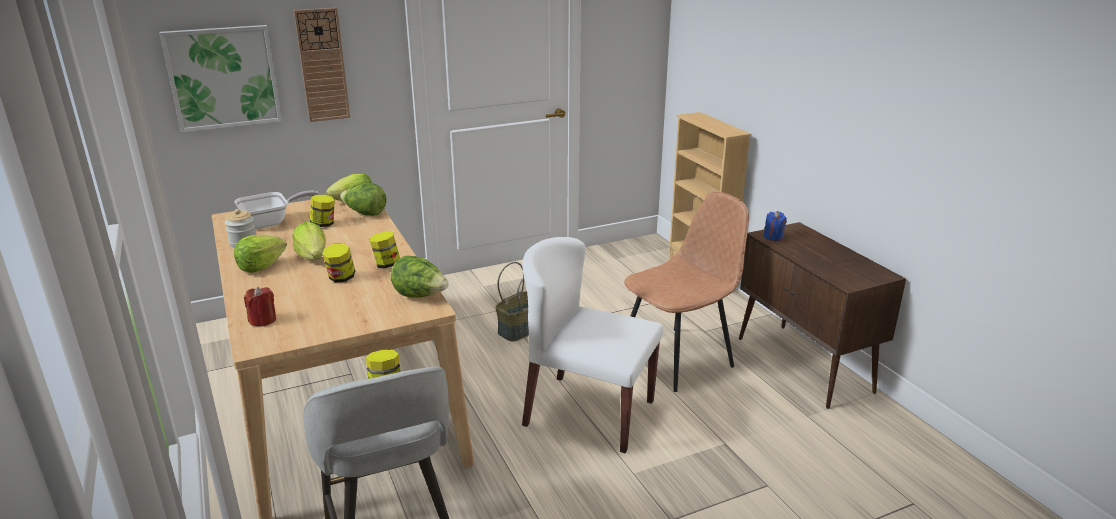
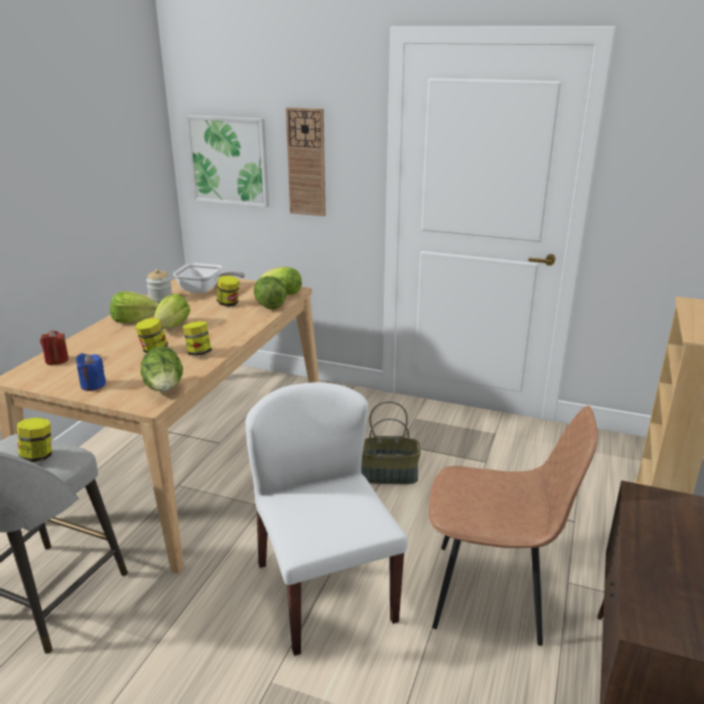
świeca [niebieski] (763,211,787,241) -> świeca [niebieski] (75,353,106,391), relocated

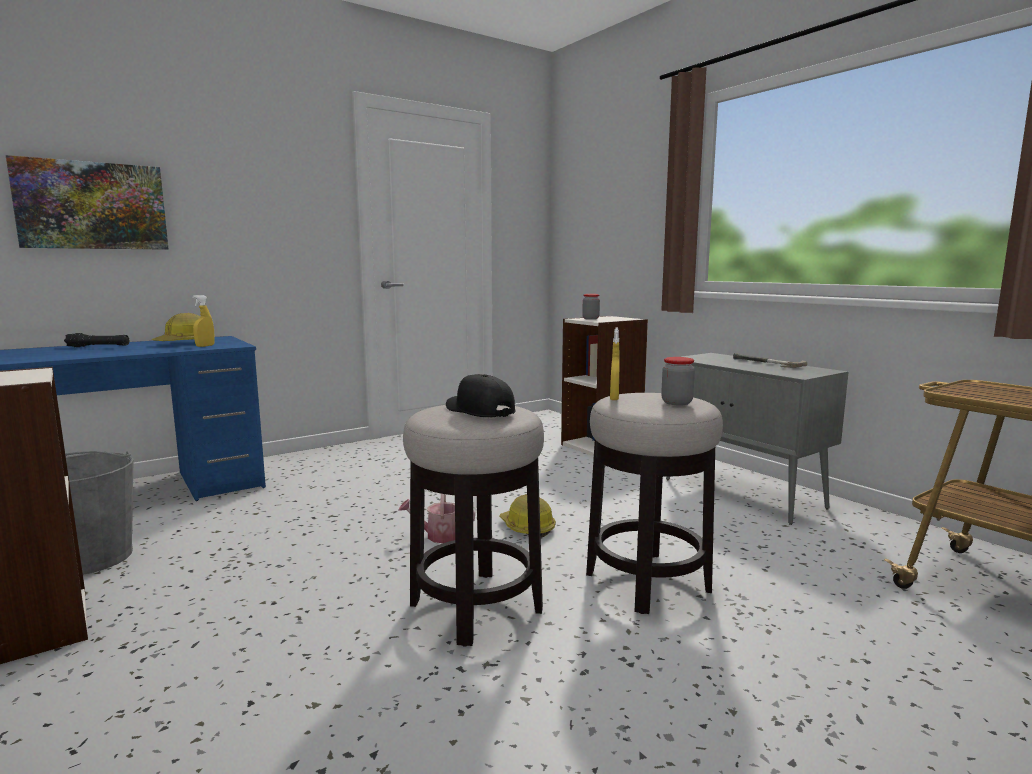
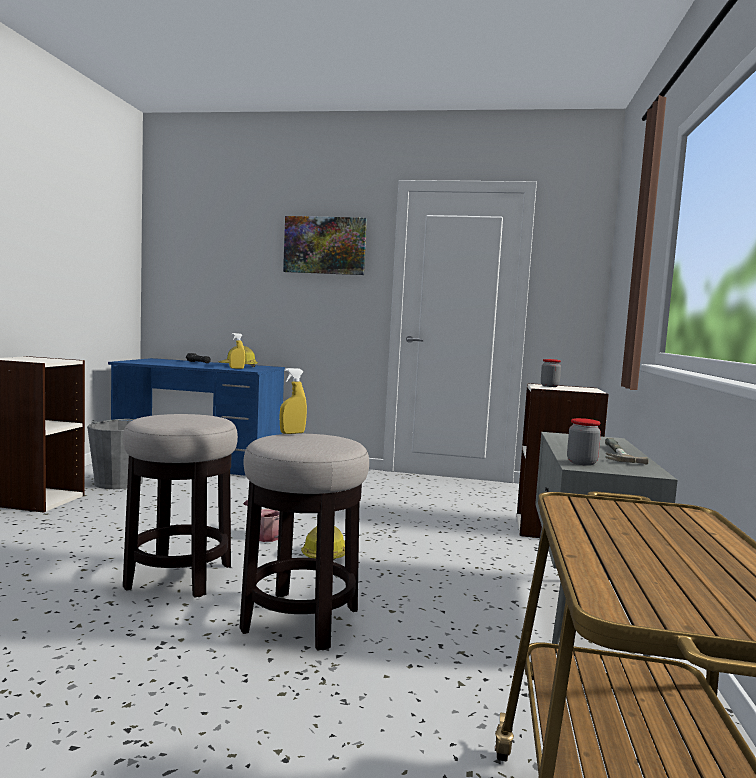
czapka z daszkiem [czarny] (446,374,515,417) -> none
obraz (6,155,168,250) -> obraz (283,216,367,275), relocated
słoik (661,357,695,405) -> słoik (567,418,601,466), relocated

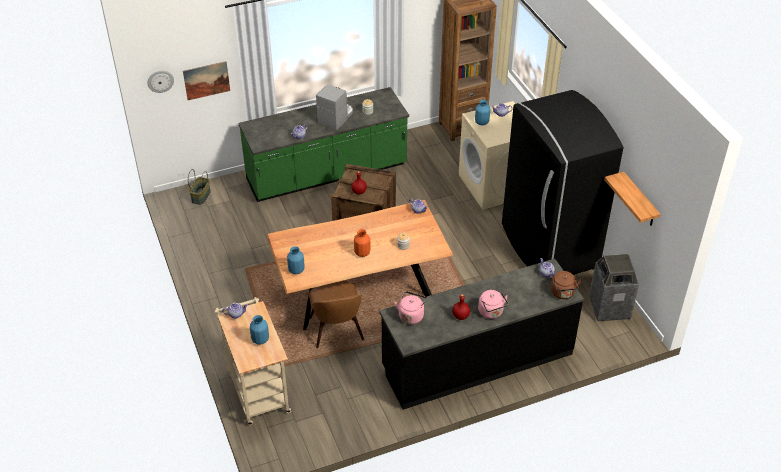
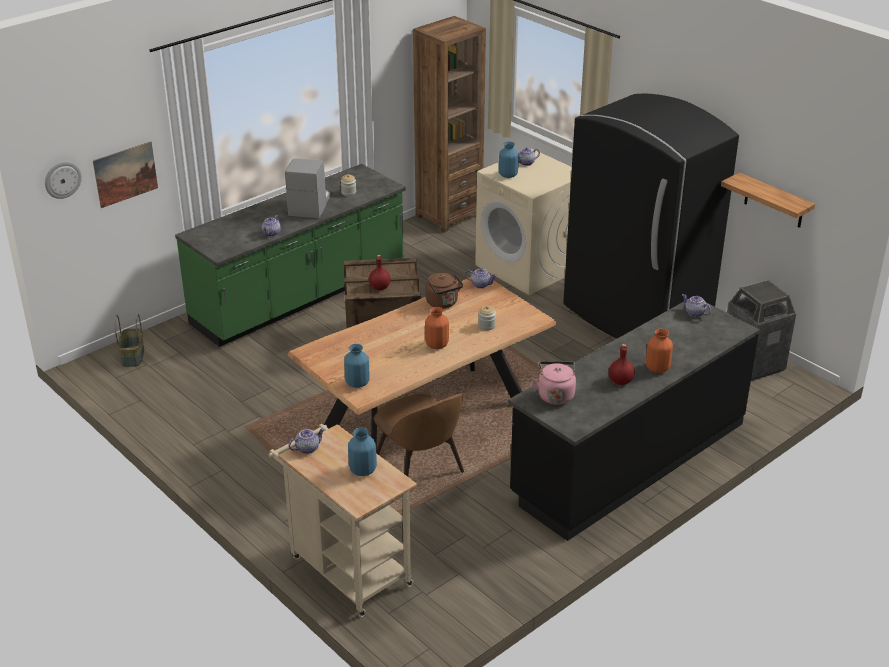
czajnik [brązowy] (551,271,582,299) -> czajnik [brązowy] (425,273,463,308), relocated
czajnik [różowy] (478,290,508,319) -> wazon [pomarańczowy] (646,329,673,373)

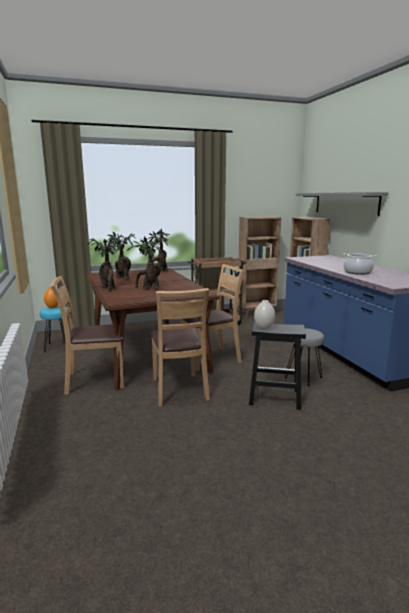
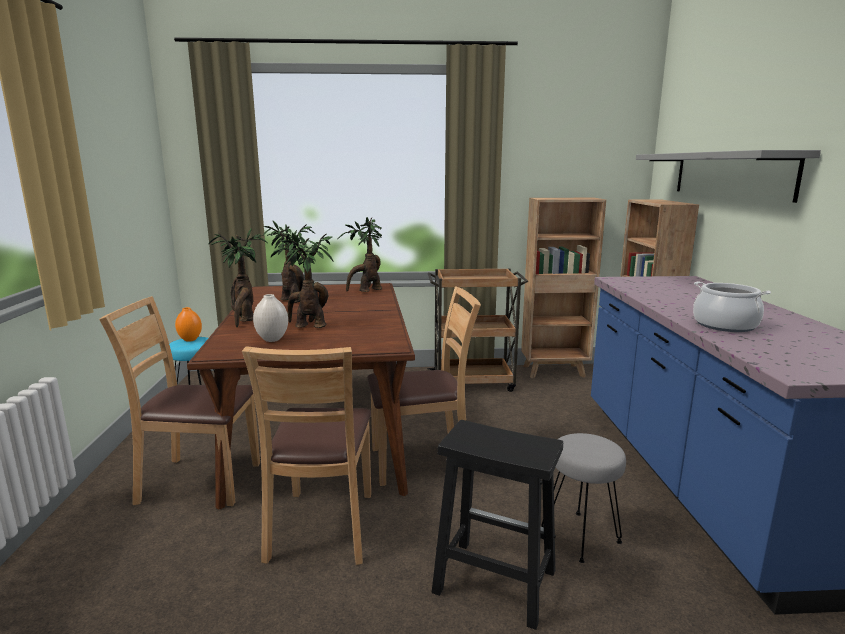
wazon [biały] (254,300,275,329) -> wazon [biały] (253,294,288,342), relocated

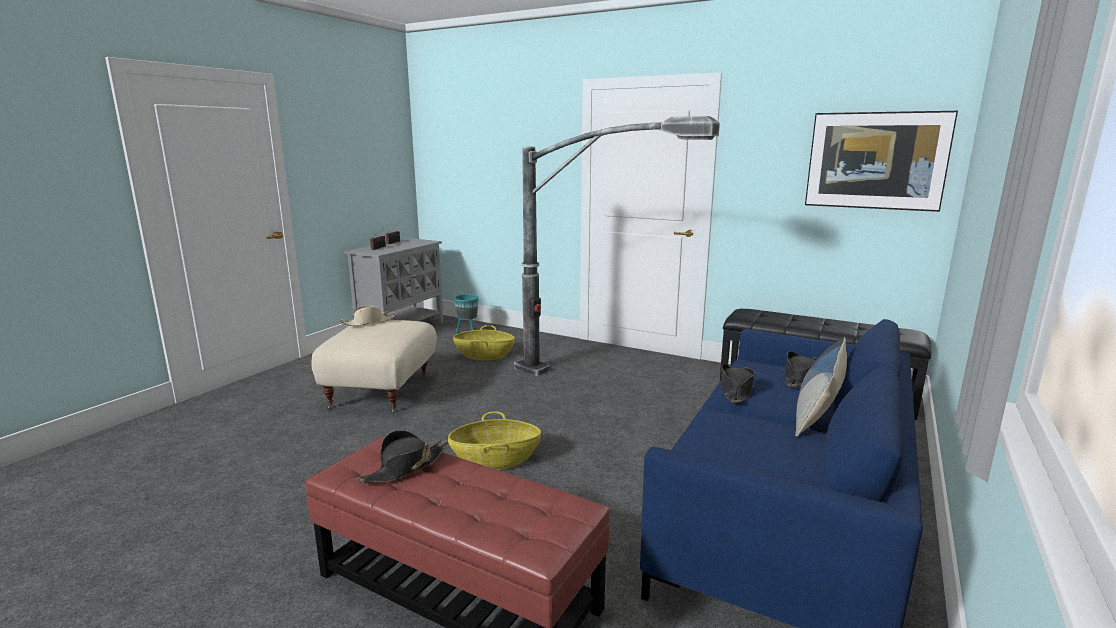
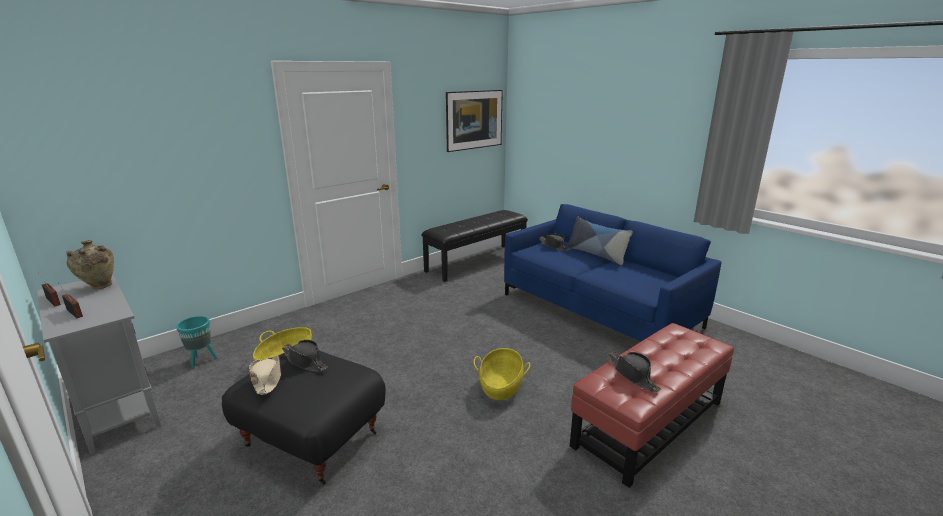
lampa stojąca (514,116,720,376) -> none
none -> wazon [beżowy] (66,240,114,289)
kapelusz [czarny] (721,364,755,403) -> kapelusz [czarny] (282,340,328,372), relocated
pufa [beżowy] (311,320,437,413) -> pufa [czarny] (222,351,386,485)

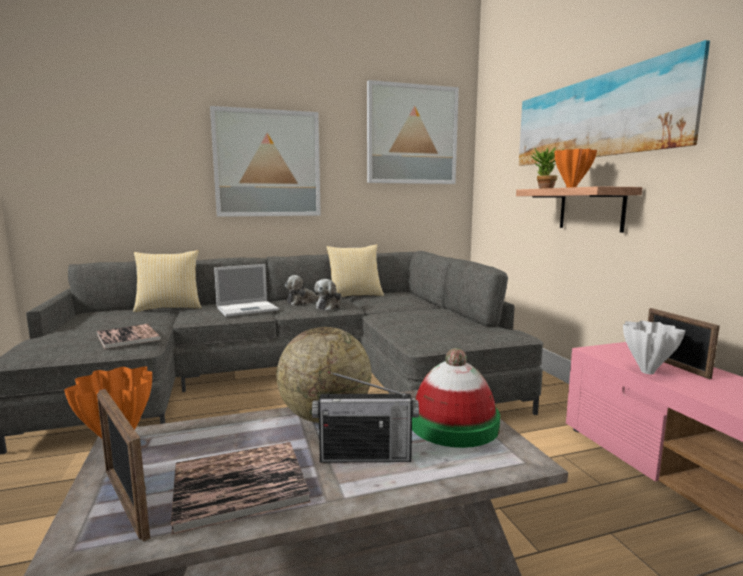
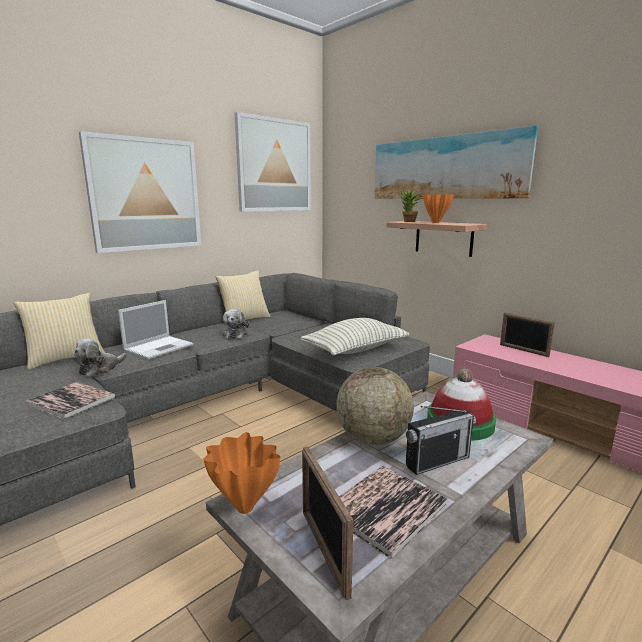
wazon [biały] (623,321,685,374) -> none
none -> poduszka (301,318,409,355)
pluszak (285,275,319,305) -> pluszak (74,339,127,377), relocated
ramka na zdjęcie (97,389,150,542) -> ramka na zdjęcie (302,446,353,600), 45 degrees clockwise

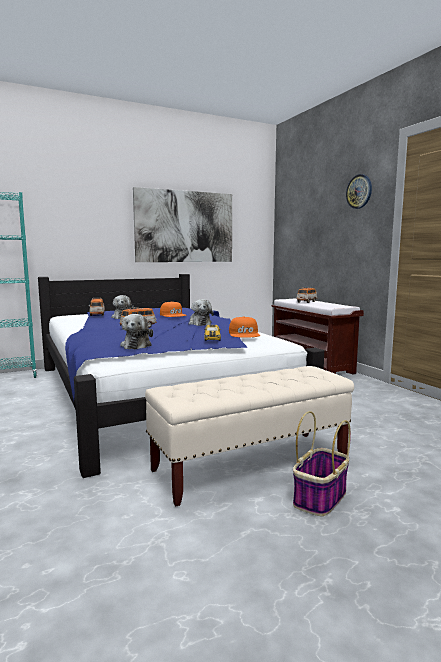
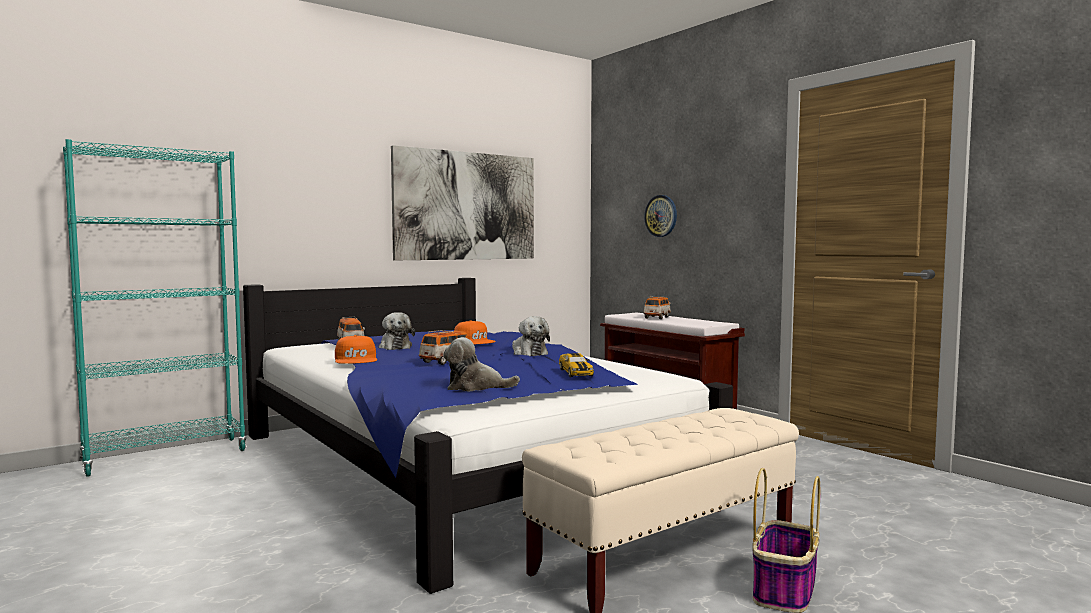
czapka z daszkiem [pomarańczowy] (229,316,260,338) -> czapka z daszkiem [pomarańczowy] (335,335,377,364), relocated
zegar ścienny (346,174,372,209) -> zegar ścienny (644,195,677,237), relocated
pluszak (120,314,153,349) -> pluszak (444,337,520,391), 105 degrees clockwise

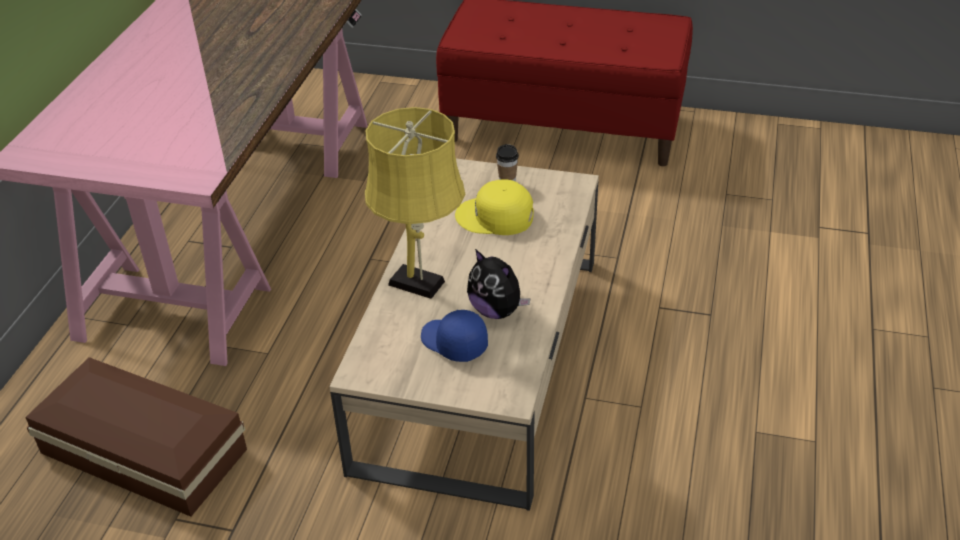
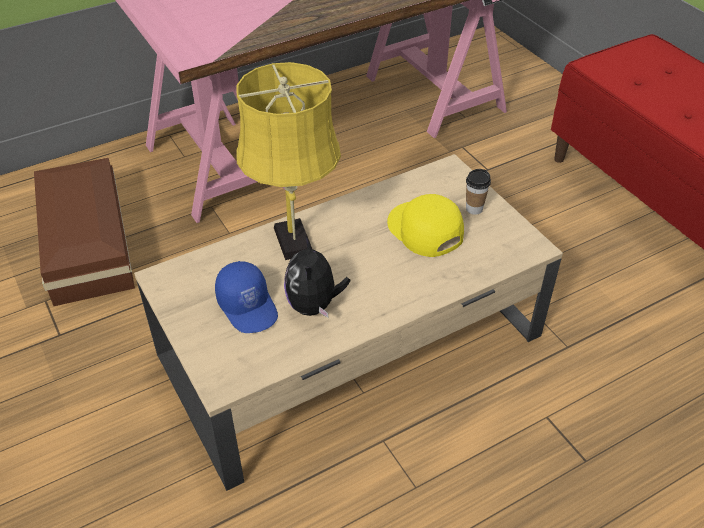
czapka z daszkiem [niebieski] (421,310,488,362) -> czapka z daszkiem [niebieski] (215,261,278,333), 150 degrees clockwise

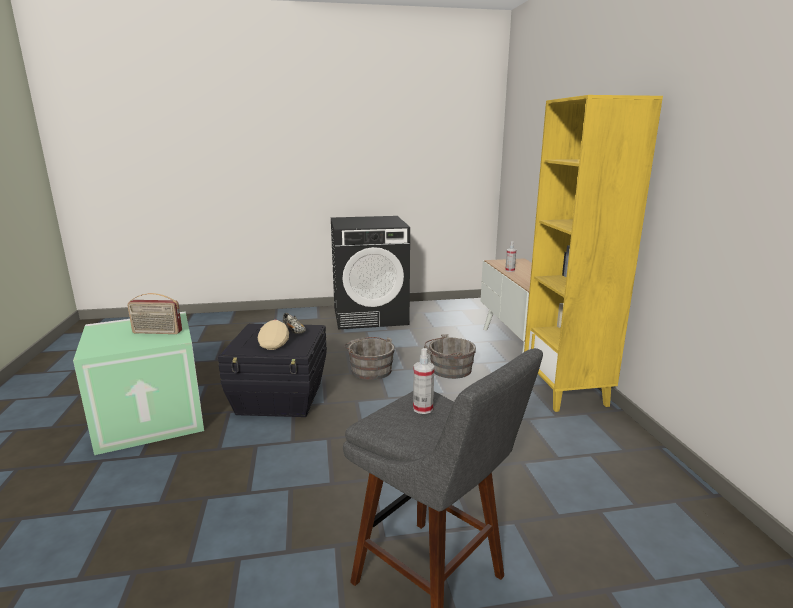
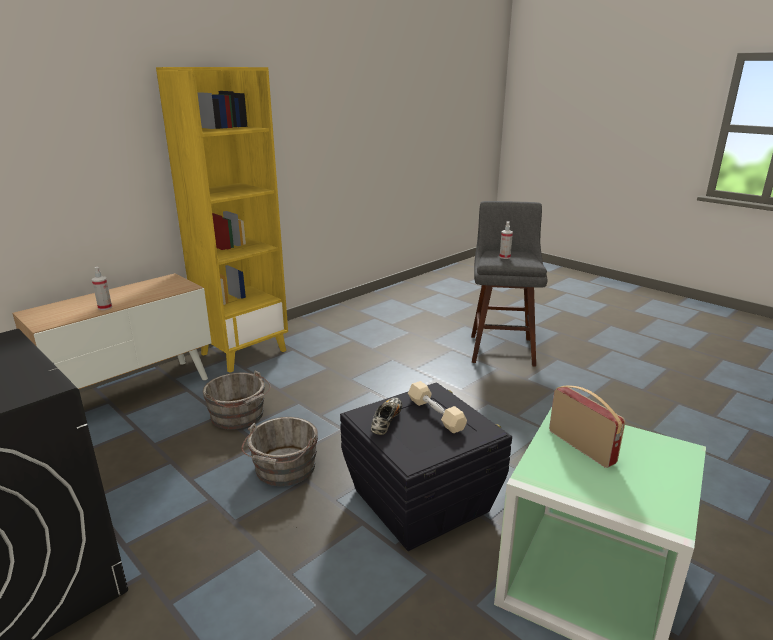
czapka z daszkiem [beżowy] (258,320,289,350) -> hantel [beżowy] (408,381,467,433)

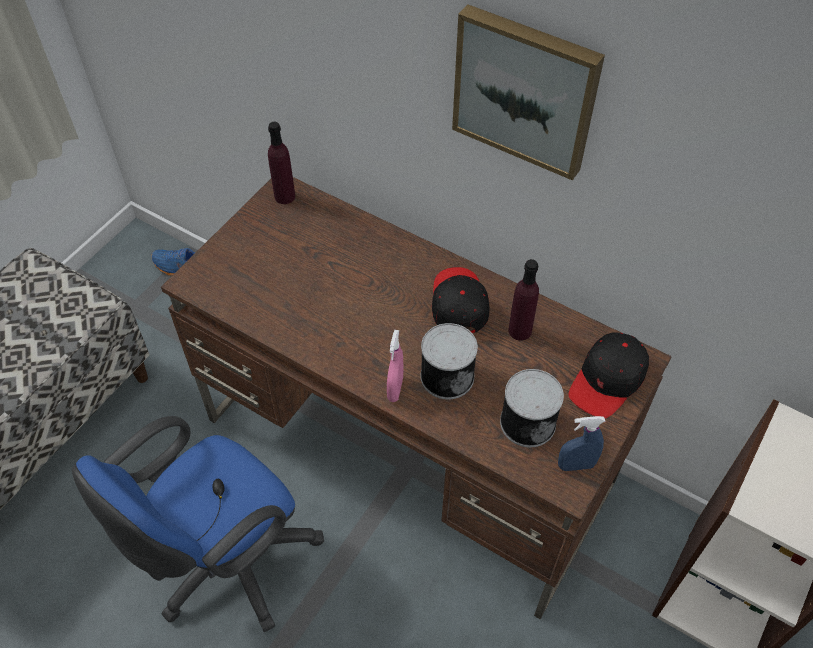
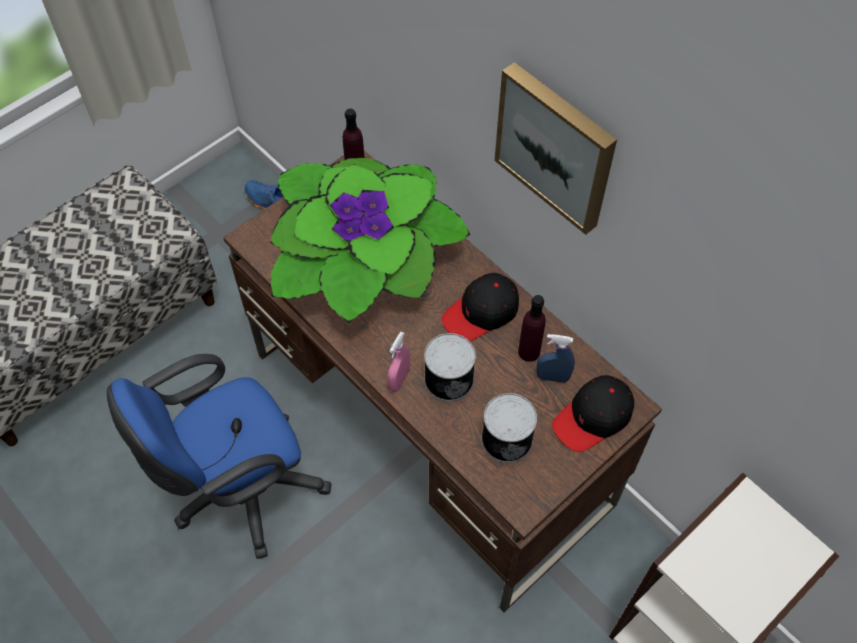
none -> roślina doniczkowa (270,158,470,323)
spryskiwacz [niebieski] (558,416,605,471) -> spryskiwacz [niebieski] (536,334,575,383), relocated
czapka z daszkiem [czarny] (432,267,490,333) -> czapka z daszkiem [czarny] (442,273,519,341), 135 degrees counterclockwise

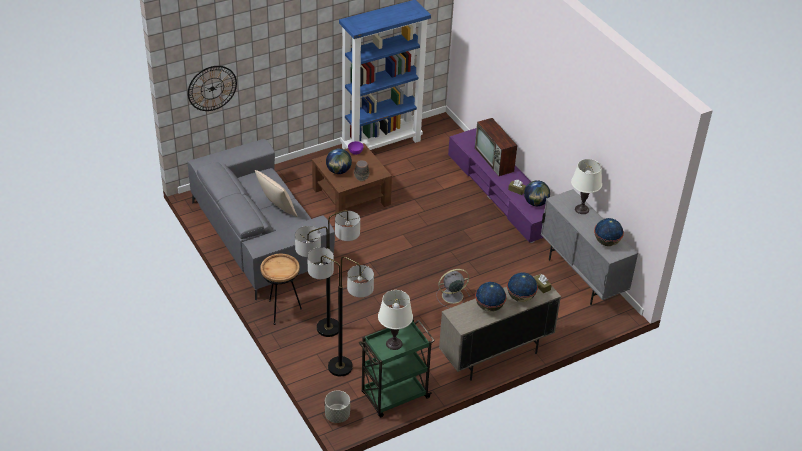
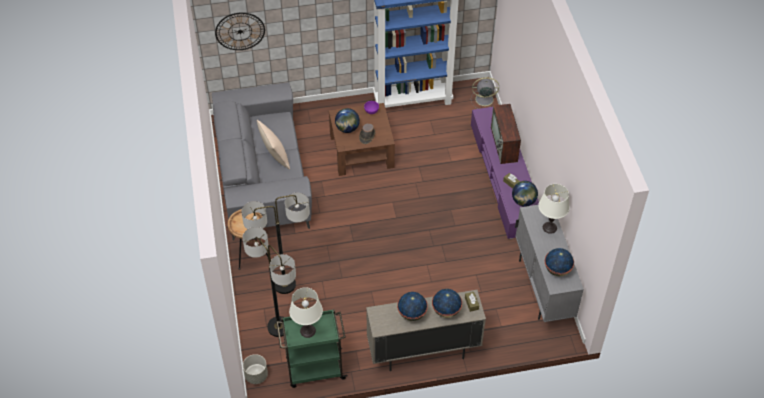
wentylator [szary] (436,269,470,308) -> wentylator [szary] (471,77,499,109), relocated

